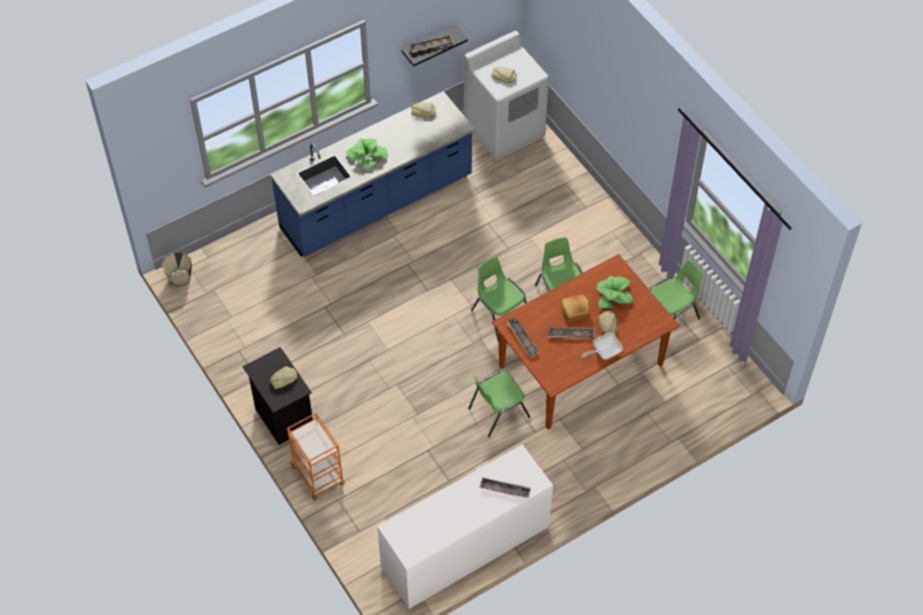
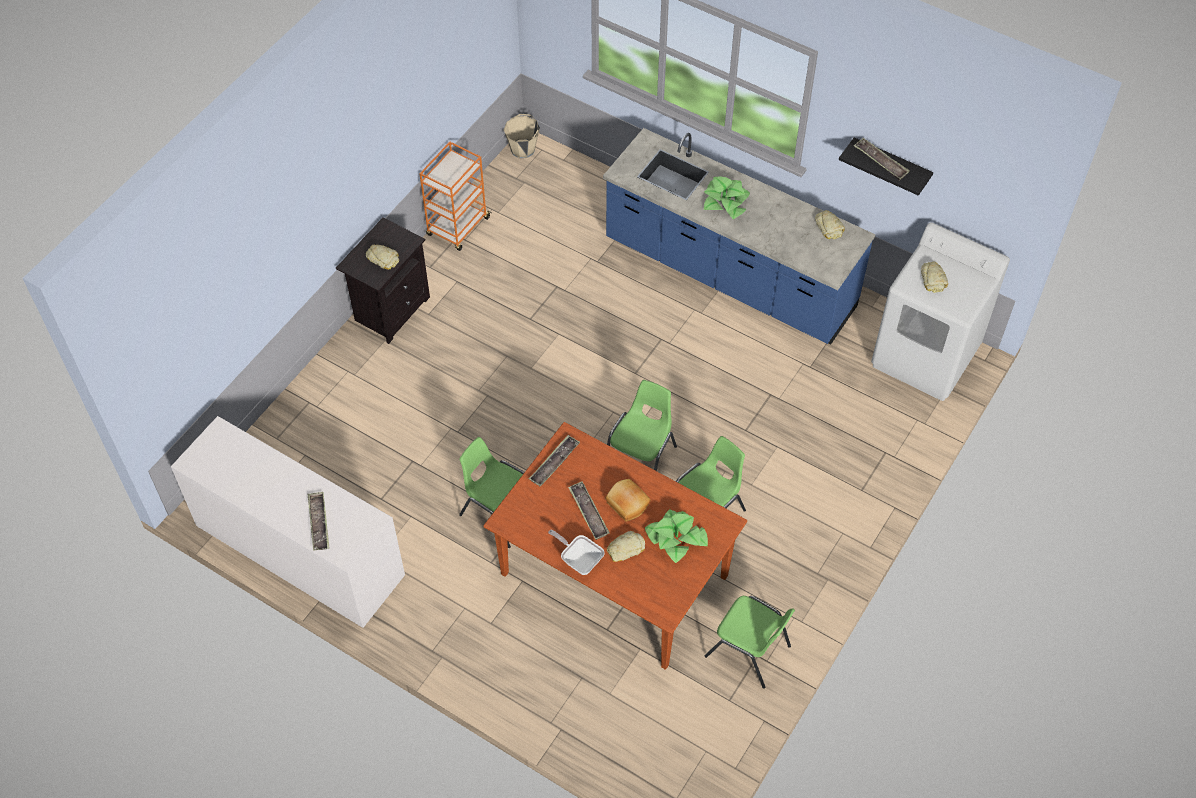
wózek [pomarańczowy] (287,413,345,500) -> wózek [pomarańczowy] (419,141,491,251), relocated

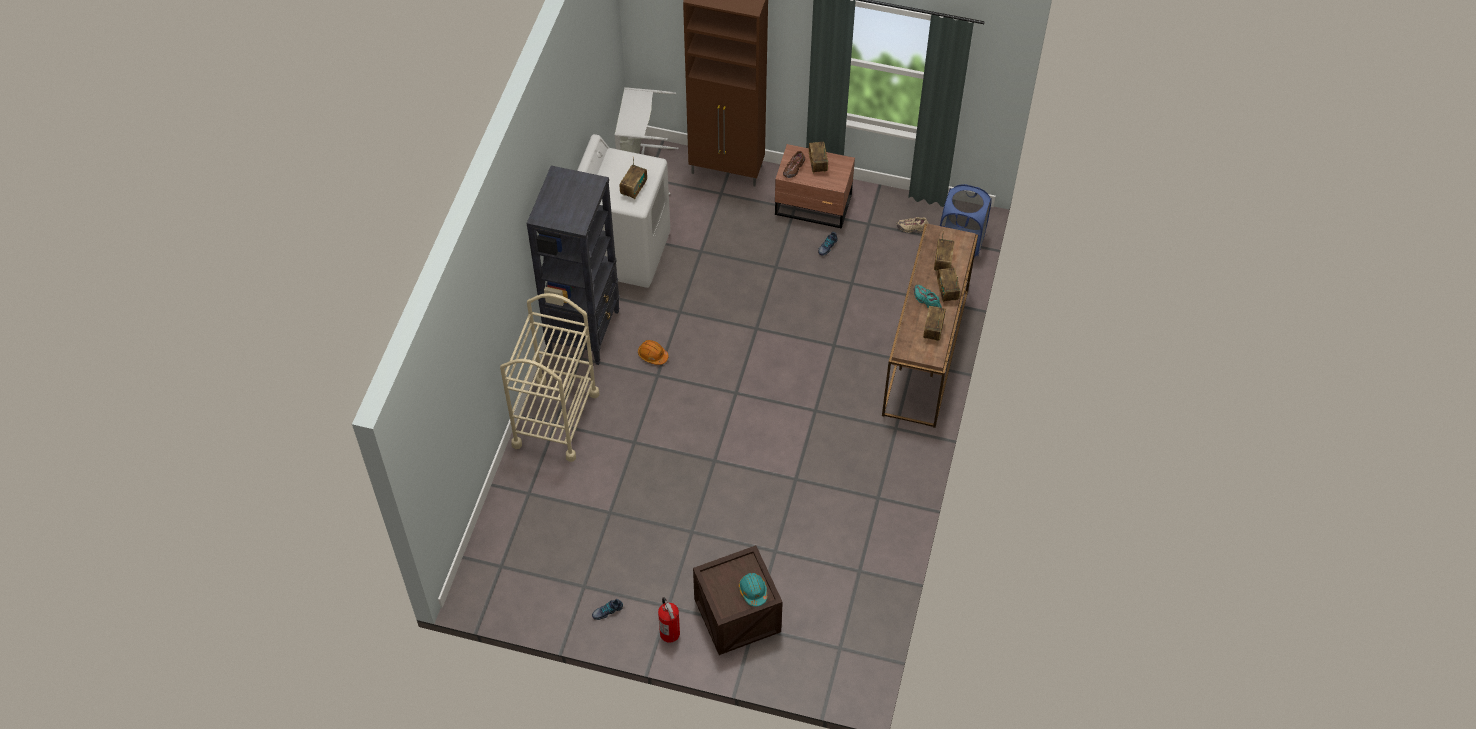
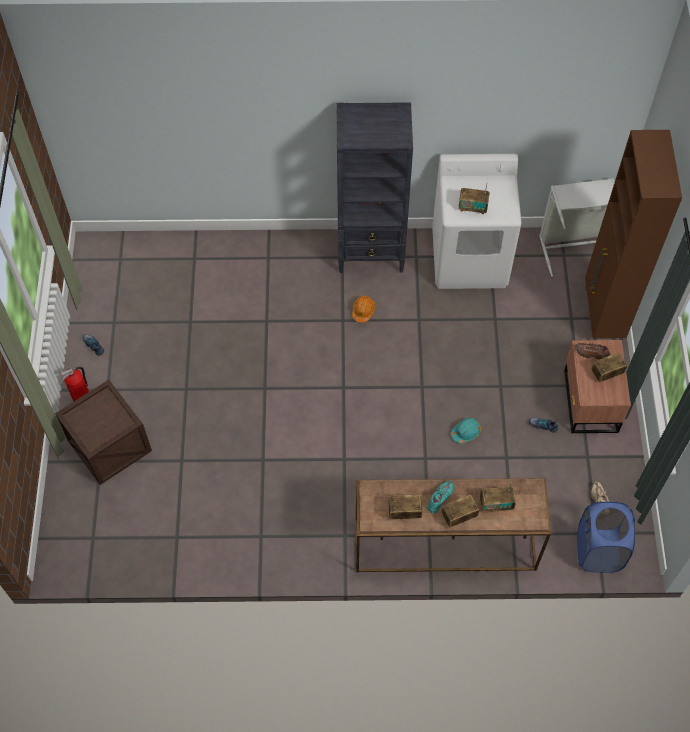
wózek [beżowy] (500,293,599,462) -> none
kask [turkusowy] (739,573,768,606) -> kask [turkusowy] (451,418,481,444), relocated

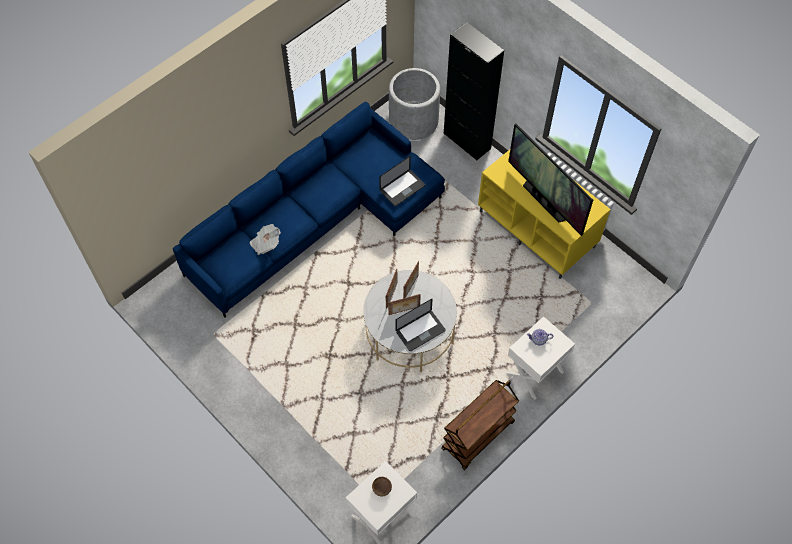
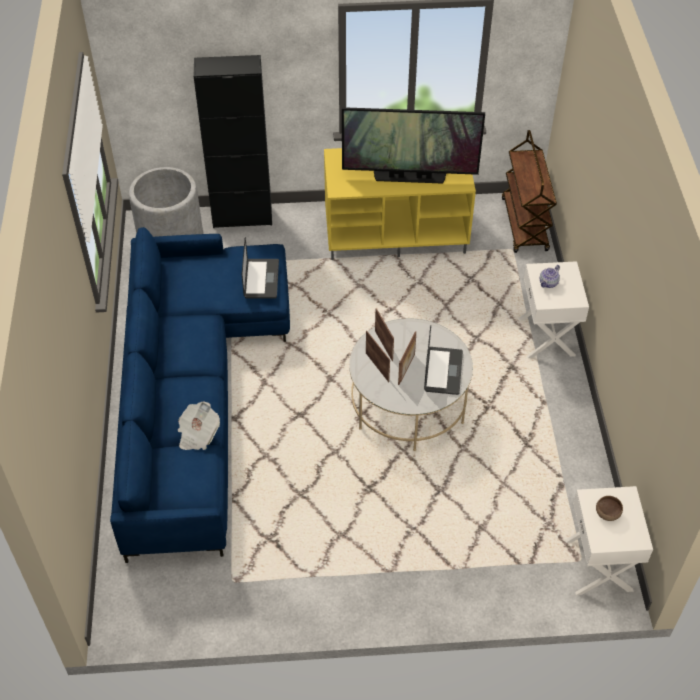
wózek [brązowy] (441,380,519,470) -> wózek [brązowy] (502,130,557,253), relocated

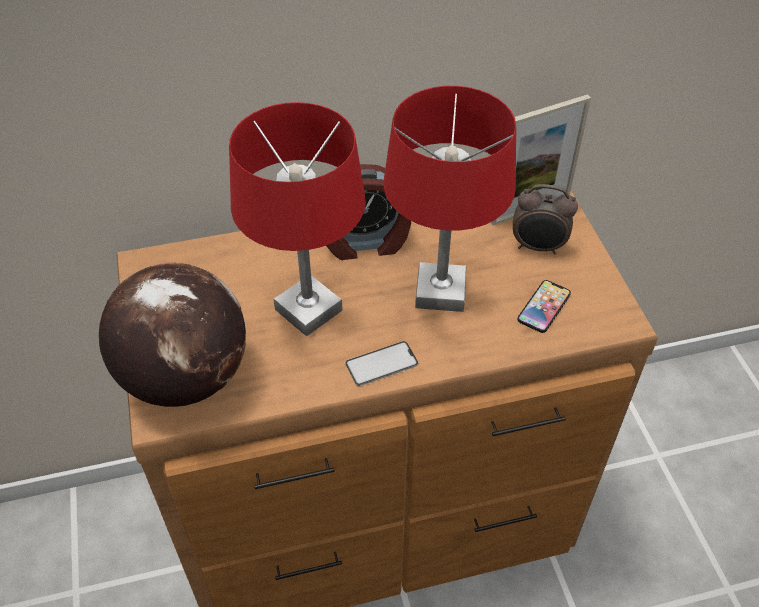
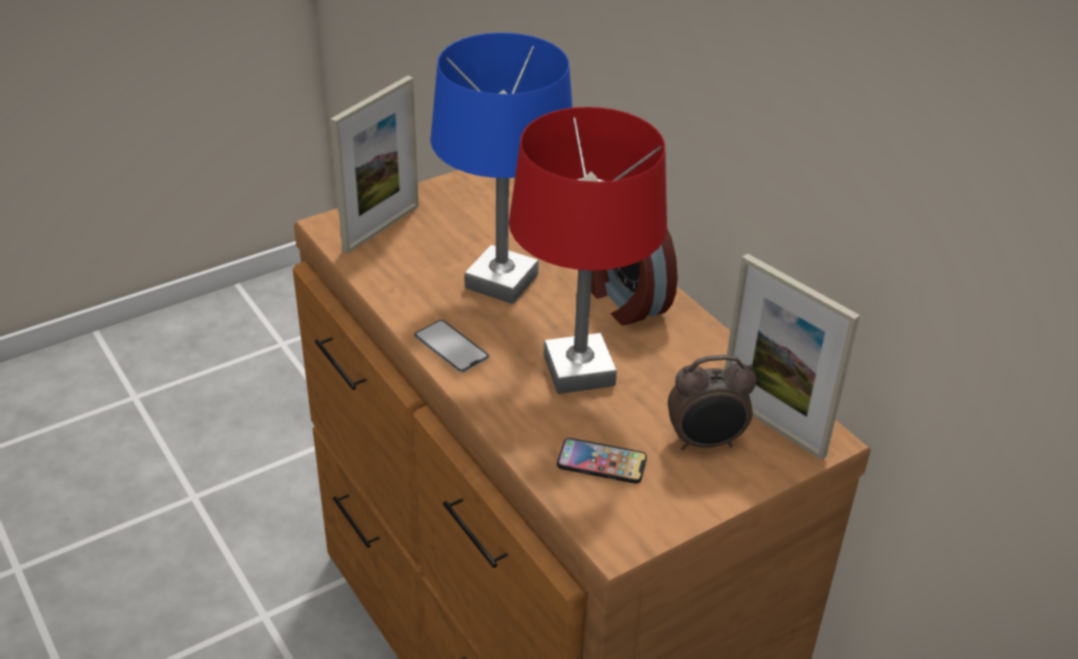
globus (99,263,246,407) -> ramka na zdjęcie (330,76,419,254)
lampa stołowa [czerwony] (229,102,366,337) -> lampa stołowa [niebieski] (430,33,572,304)
budzik (513,184,578,255) -> budzik (668,355,757,450), 90 degrees counterclockwise

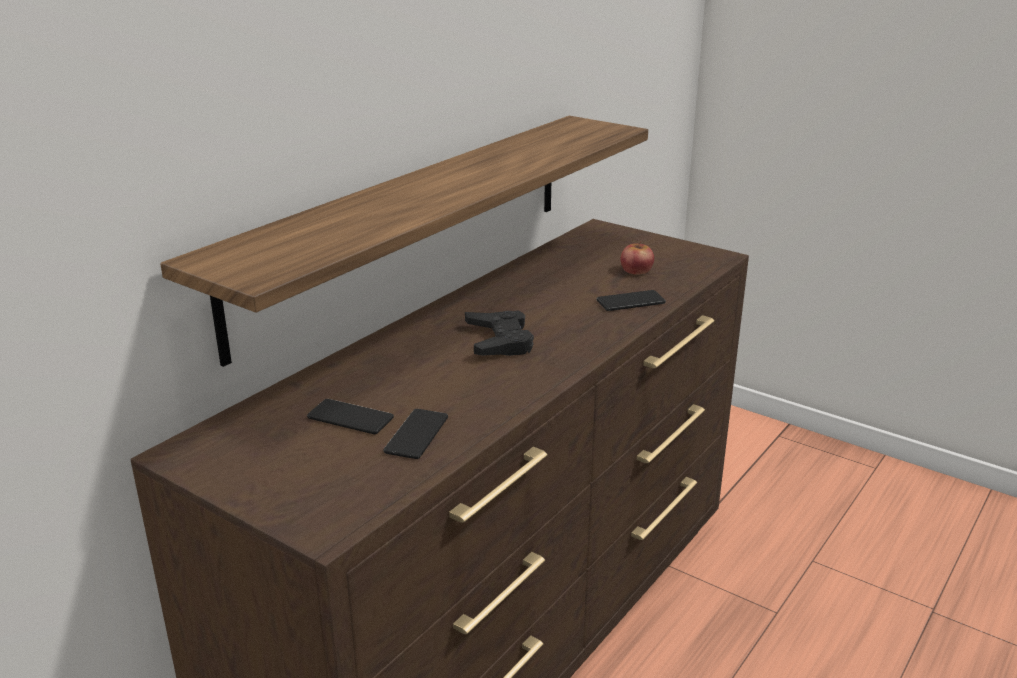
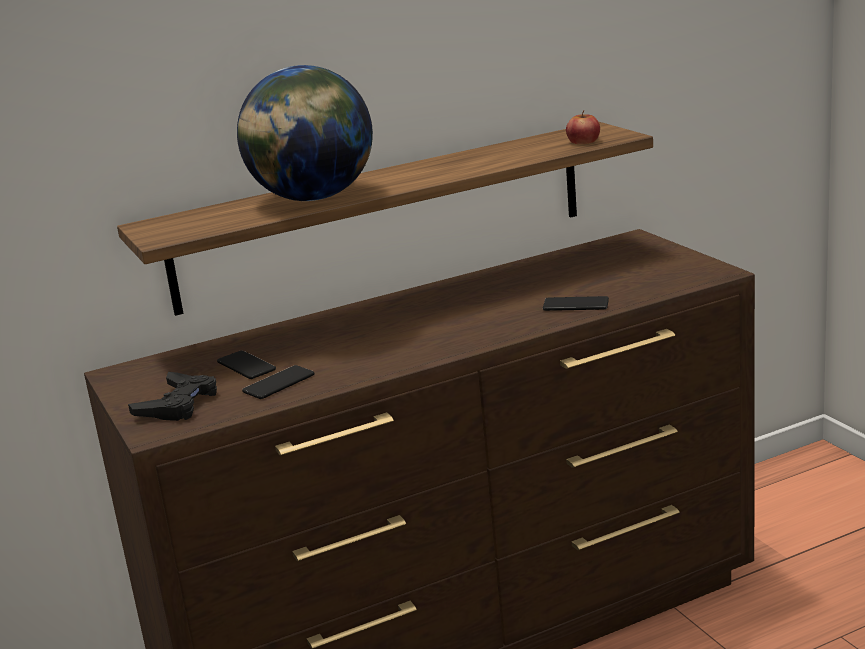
none -> globus (237,65,373,201)
pad do gier [czarny] (465,310,534,356) -> pad do gier [czarny] (128,372,217,421), relocated
jabłko (620,241,654,275) -> jabłko (566,111,600,144), relocated

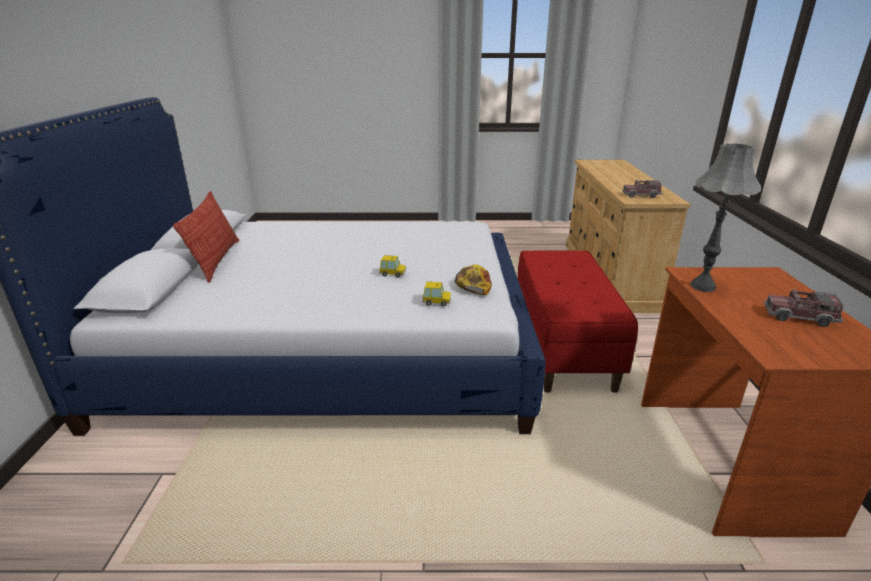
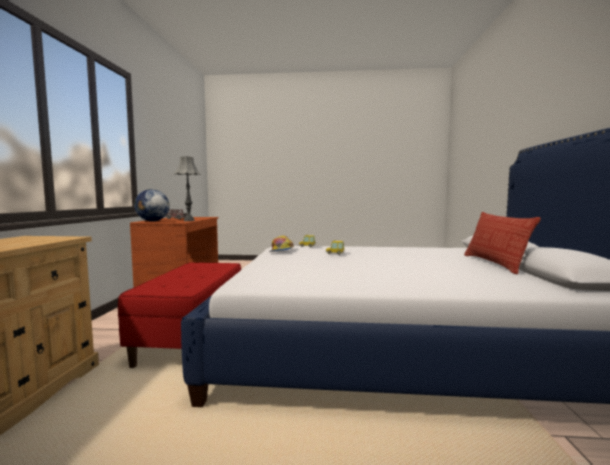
ciężarówka zabawkowa (622,180,662,198) -> none
none -> globus (134,189,169,221)

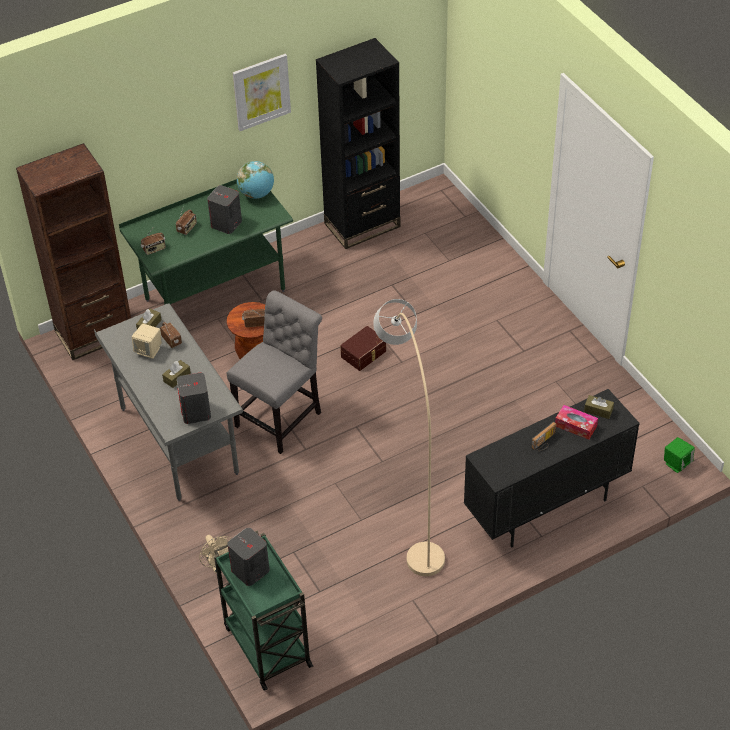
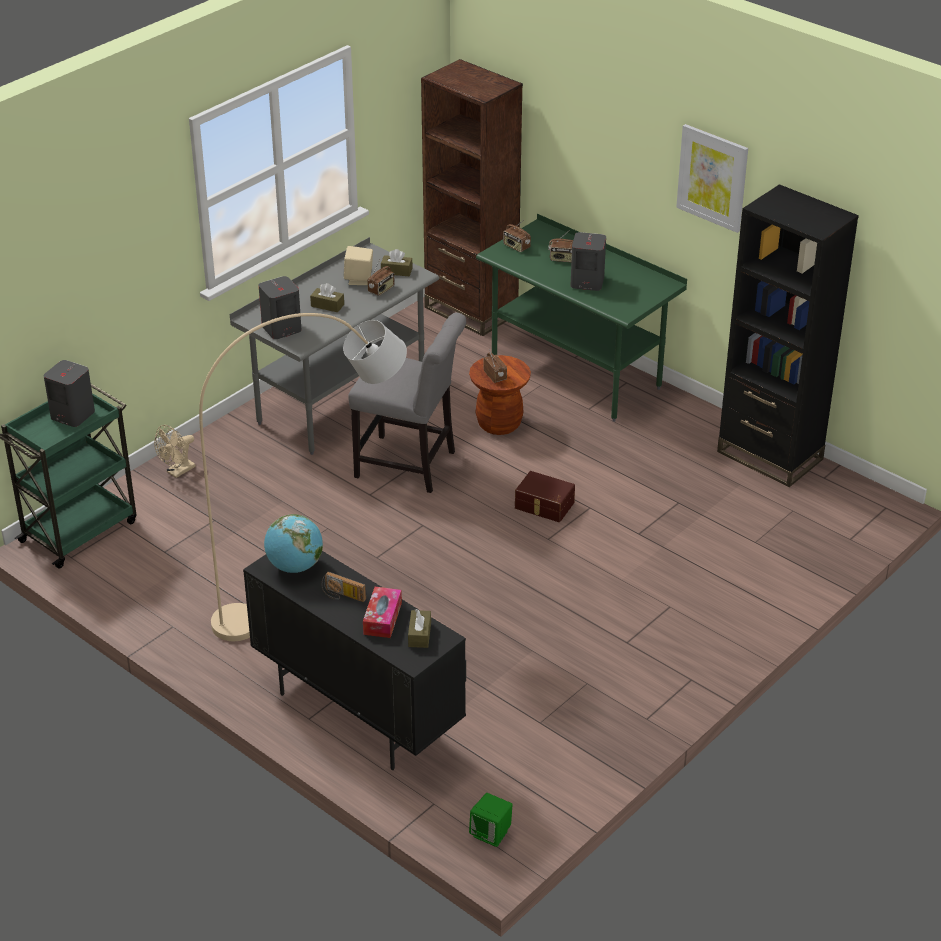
globus (237,161,274,199) -> globus (264,514,323,573), relocated

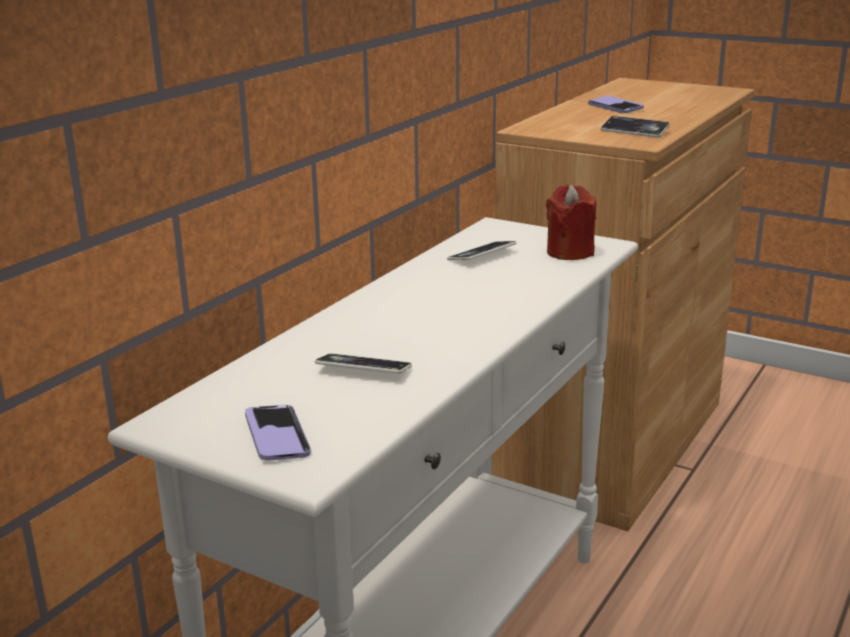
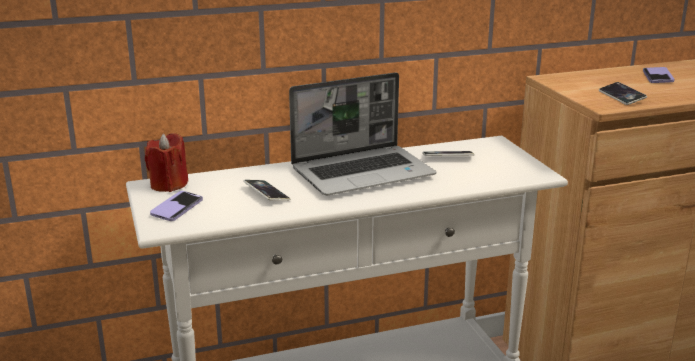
none -> laptop (289,72,436,195)
świeca [czerwony] (546,184,596,260) -> świeca [czerwony] (145,133,188,192), relocated

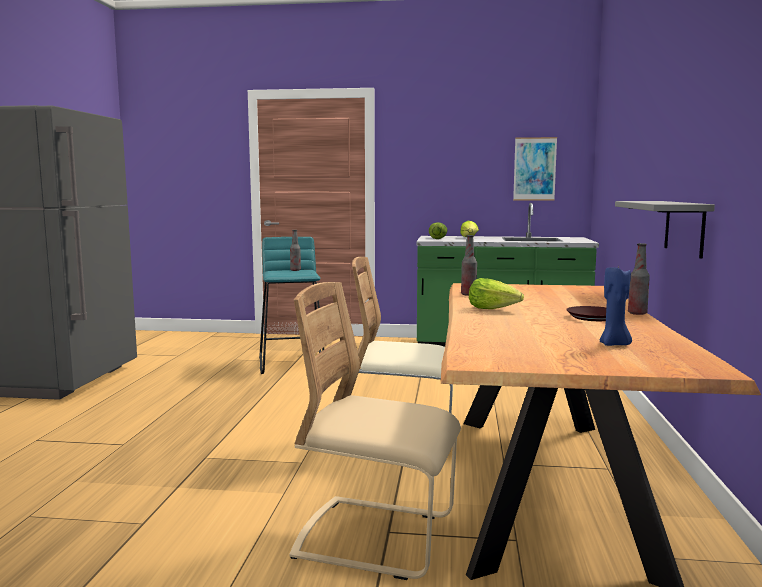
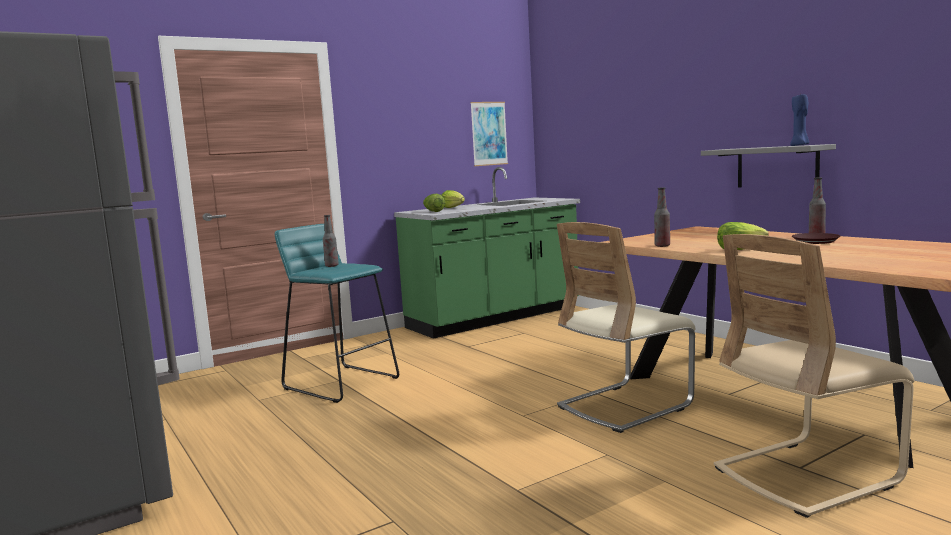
świeca [niebieski] (600,264,632,346) -> świeca [niebieski] (790,94,809,146), relocated

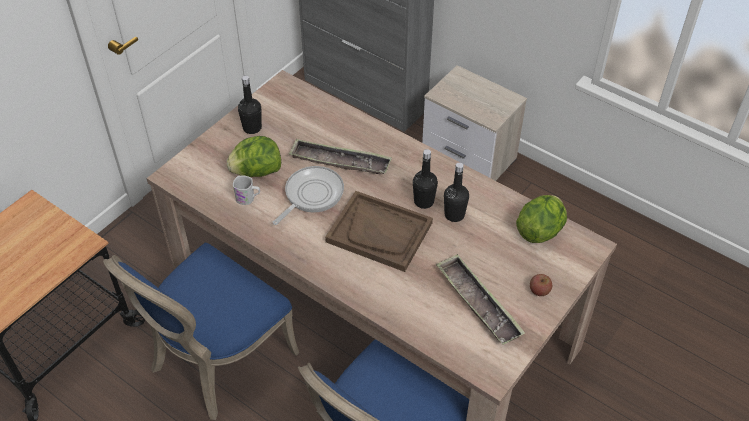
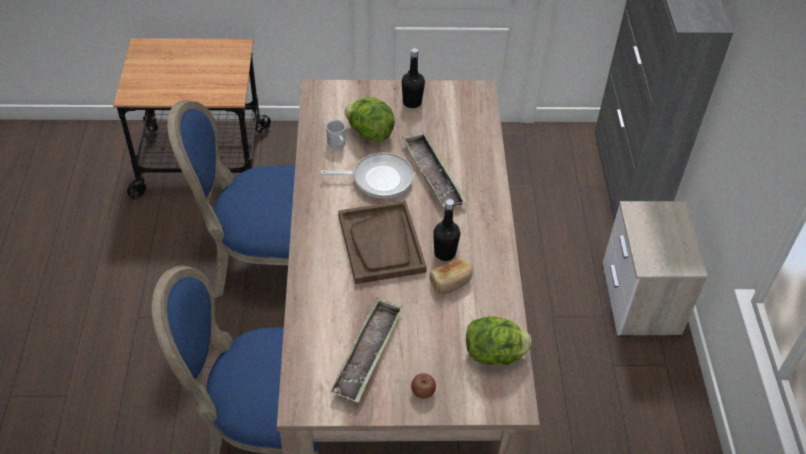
butelka [czarny] (444,162,469,222) -> chleb (429,257,473,294)

